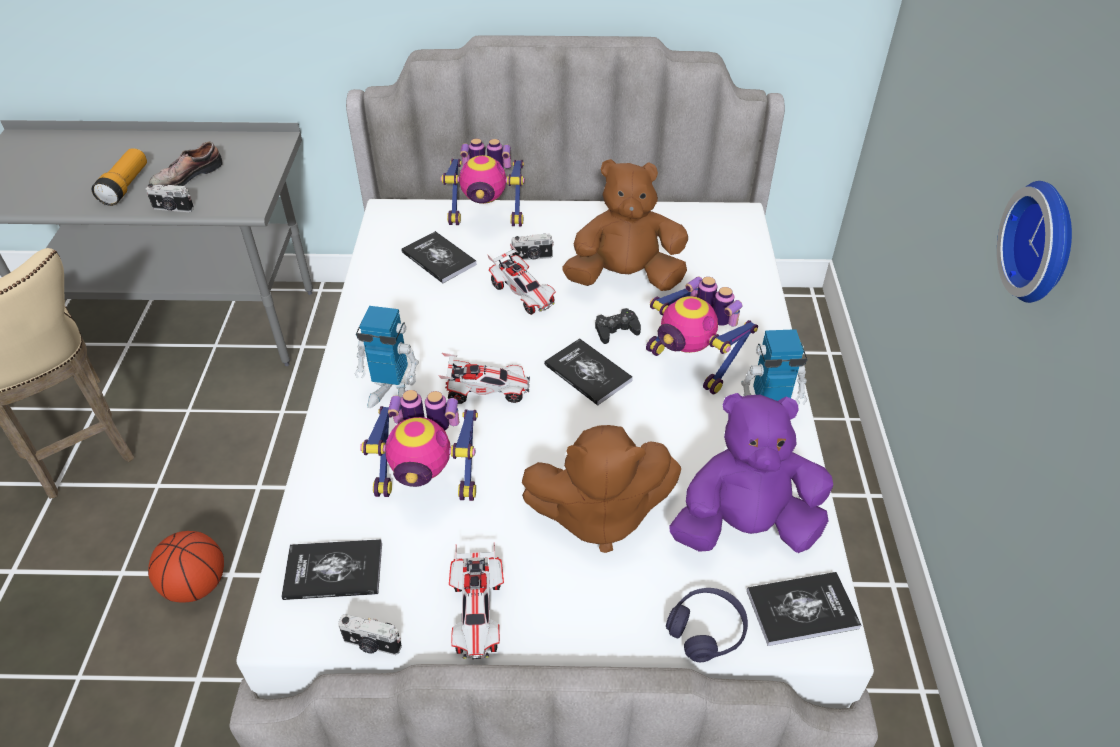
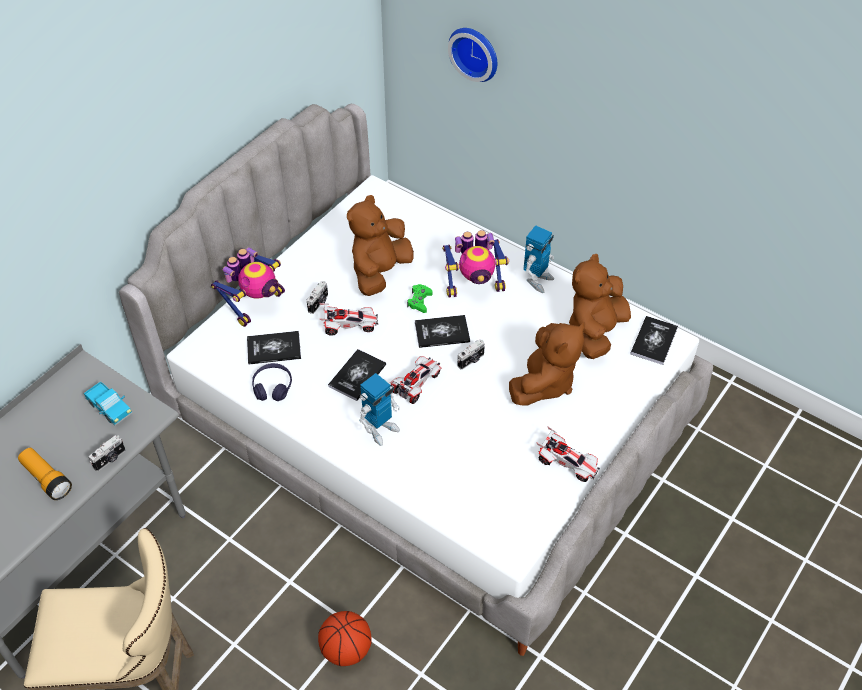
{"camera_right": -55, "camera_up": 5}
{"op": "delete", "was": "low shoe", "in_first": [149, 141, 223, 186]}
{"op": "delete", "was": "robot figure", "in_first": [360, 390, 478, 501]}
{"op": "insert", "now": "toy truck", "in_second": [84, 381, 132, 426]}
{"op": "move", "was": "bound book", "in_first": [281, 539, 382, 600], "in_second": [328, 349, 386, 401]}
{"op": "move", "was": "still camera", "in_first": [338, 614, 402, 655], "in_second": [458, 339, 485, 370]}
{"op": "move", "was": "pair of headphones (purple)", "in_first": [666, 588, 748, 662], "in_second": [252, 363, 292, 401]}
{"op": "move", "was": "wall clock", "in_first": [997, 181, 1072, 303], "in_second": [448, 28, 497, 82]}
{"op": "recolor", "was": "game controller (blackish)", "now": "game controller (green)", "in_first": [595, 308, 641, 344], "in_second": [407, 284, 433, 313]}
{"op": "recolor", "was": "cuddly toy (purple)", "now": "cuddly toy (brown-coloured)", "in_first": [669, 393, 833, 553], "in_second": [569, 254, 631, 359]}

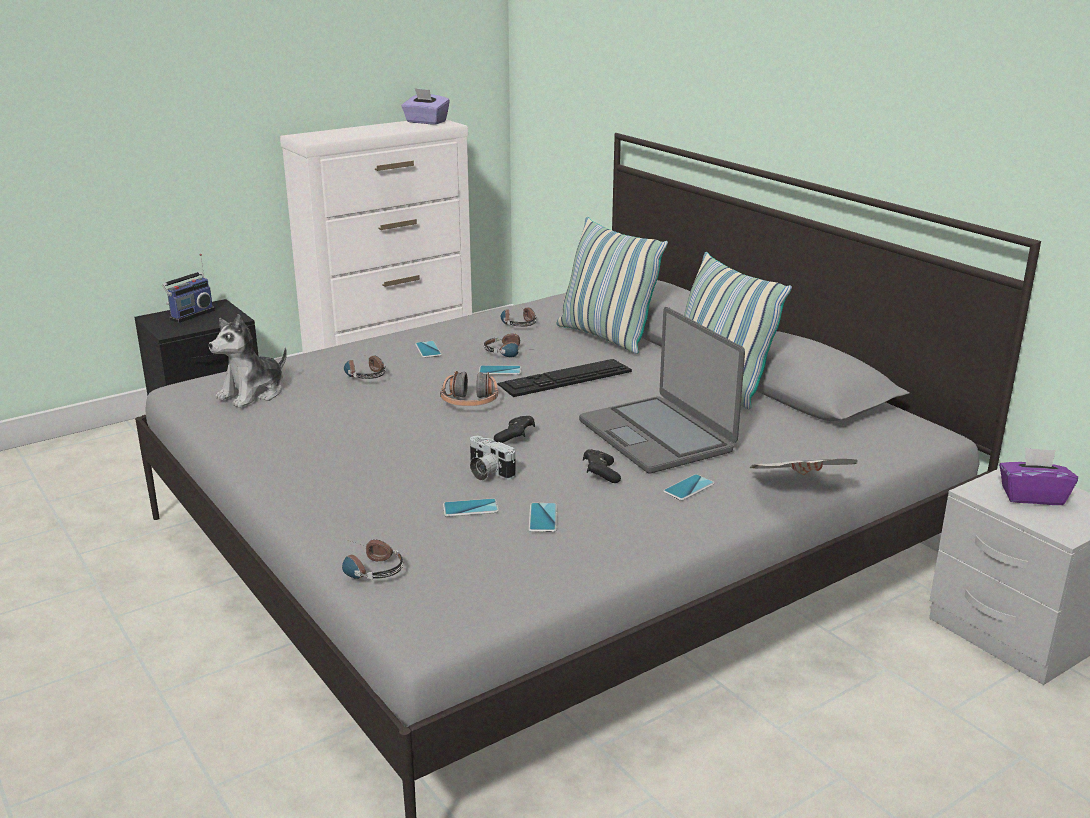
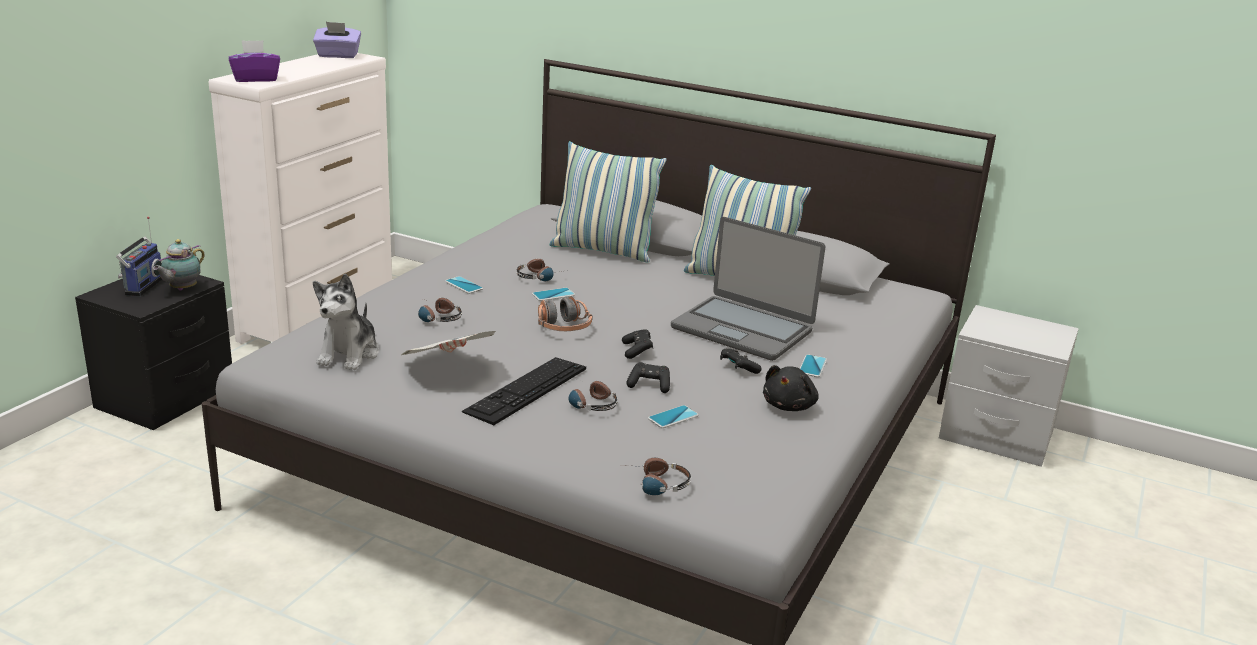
{"camera_right": -30, "camera_up": 0}
{"op": "delete", "was": "handset", "in_first": [529, 503, 557, 532]}
{"op": "insert", "now": "pot for tea", "in_second": [153, 239, 205, 290]}
{"op": "insert", "now": "cuddly toy (blackish)", "in_second": [763, 365, 819, 411]}
{"op": "move", "was": "computer keyboard", "in_first": [497, 359, 632, 397], "in_second": [462, 357, 586, 425]}
{"op": "move", "was": "pair of headphones", "in_first": [501, 307, 537, 327], "in_second": [568, 379, 617, 411]}
{"op": "move", "was": "newspaper", "in_first": [749, 459, 858, 475], "in_second": [401, 331, 496, 355]}
{"op": "move", "was": "tissue box (purple)", "in_first": [999, 447, 1078, 505], "in_second": [228, 40, 280, 82]}
{"op": "replace", "was": "still camera", "now": "game controller (blackish)", "in_first": [470, 436, 516, 481], "in_second": [627, 362, 670, 393]}

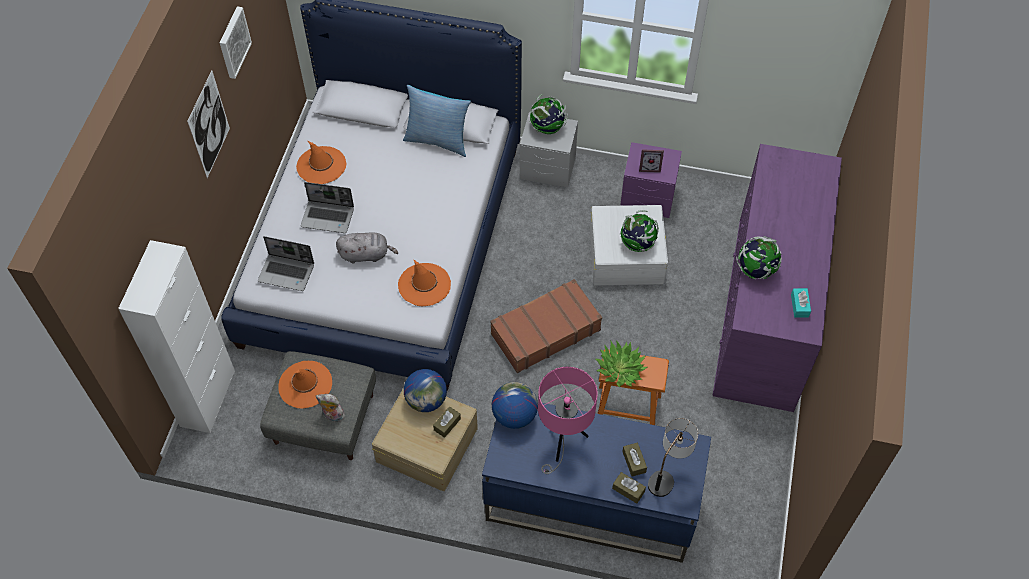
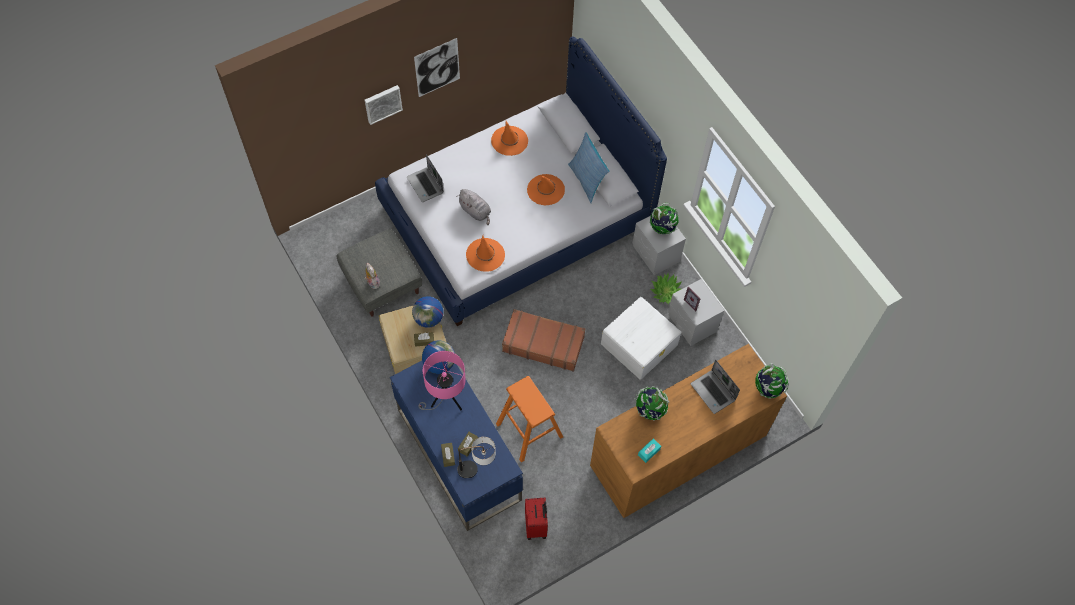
{"camera_right": 45, "camera_up": 5}
{"op": "delete", "was": "storage cabinet (white-coloured)", "in_first": [118, 240, 235, 433]}
{"op": "insert", "now": "piece of luggage (red)", "in_second": [525, 497, 548, 540]}
{"op": "move", "was": "wall art", "in_first": [220, 6, 252, 79], "in_second": [365, 85, 403, 125]}
{"op": "move", "was": "wearable hat (orangey)", "in_first": [278, 361, 332, 409], "in_second": [527, 174, 565, 206]}
{"op": "move", "was": "notebook computer", "in_first": [301, 182, 354, 233], "in_second": [691, 360, 740, 414]}
{"op": "move", "was": "potted plant", "in_first": [595, 340, 647, 387], "in_second": [650, 273, 682, 304]}
{"op": "move", "was": "globe", "in_first": [620, 210, 659, 252], "in_second": [755, 363, 789, 399]}
{"op": "recolor", "was": "bedside table (purple)", "now": "bedside table (greyish)", "in_first": [620, 142, 682, 218], "in_second": [668, 279, 724, 346]}
{"op": "recolor", "was": "dresser (purple)", "now": "dresser (brown-coloured)", "in_first": [713, 144, 842, 412], "in_second": [590, 344, 787, 518]}

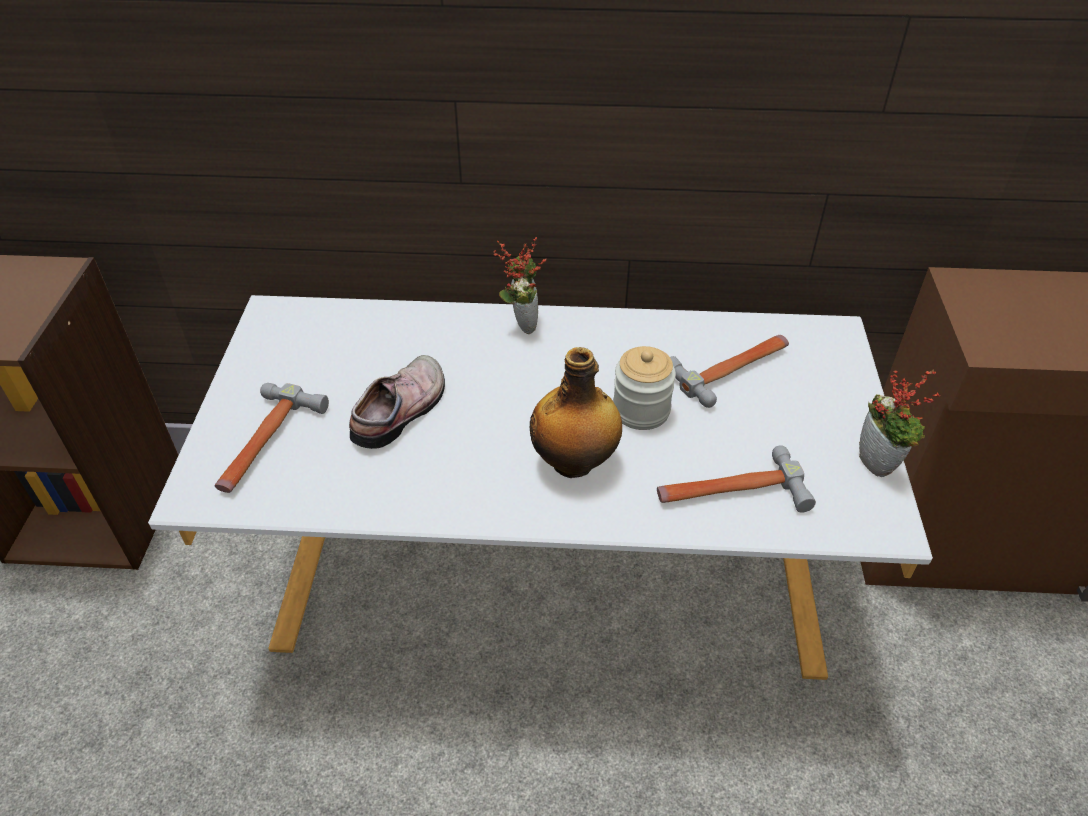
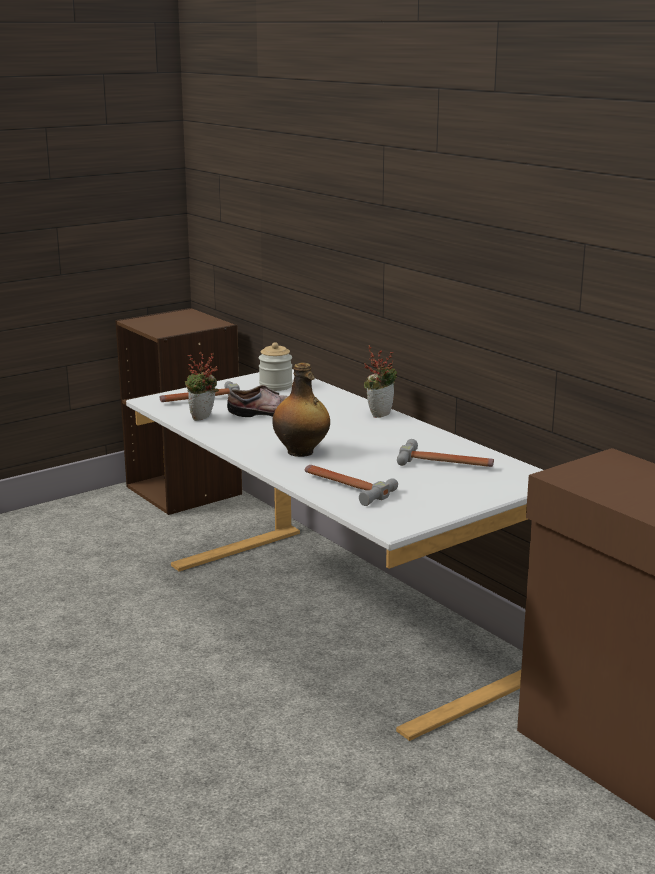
{"camera_right": 50, "camera_up": -25}
{"op": "move", "was": "jar", "in_first": [613, 346, 676, 430], "in_second": [259, 342, 293, 391]}
{"op": "move", "was": "potted plant", "in_first": [859, 370, 940, 477], "in_second": [185, 352, 219, 421]}

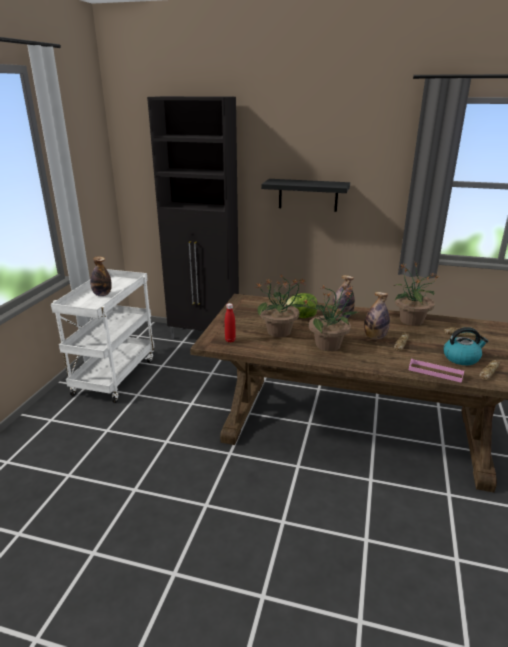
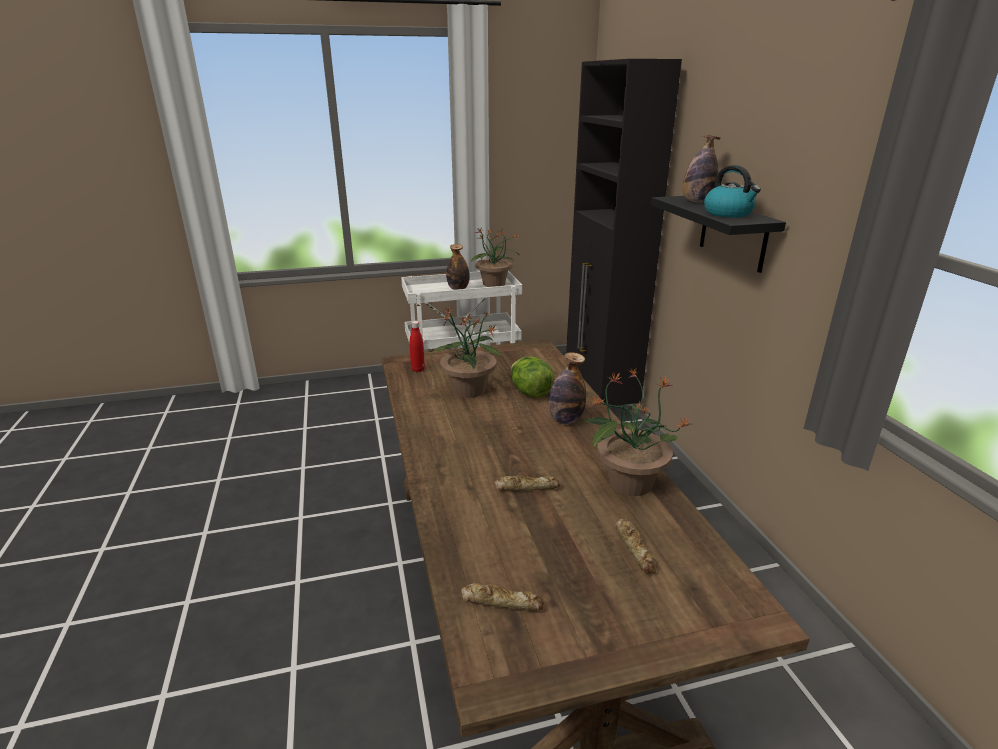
{"camera_right": 60, "camera_up": 0}
{"op": "delete", "was": "tray (pink-coloured)", "in_first": [409, 359, 464, 383]}
{"op": "move", "was": "potted plant", "in_first": [304, 285, 360, 351], "in_second": [471, 228, 520, 287]}
{"op": "move", "was": "bottle", "in_first": [364, 292, 390, 339], "in_second": [683, 134, 720, 202]}
{"op": "move", "was": "kettle", "in_first": [444, 327, 488, 365], "in_second": [704, 165, 761, 218]}

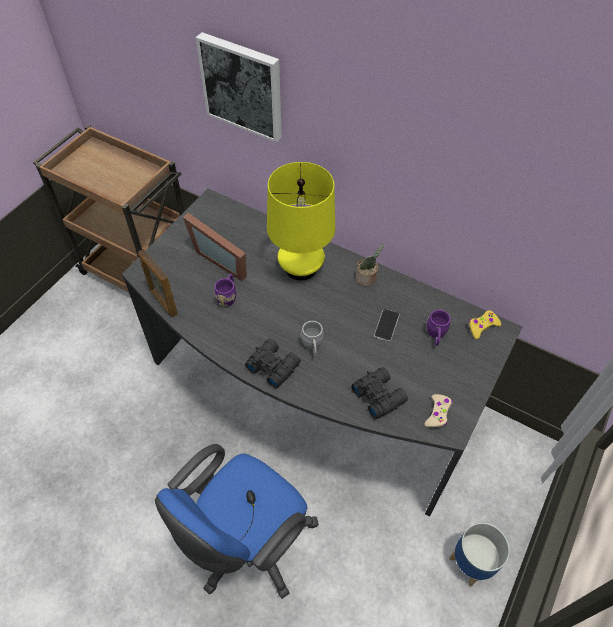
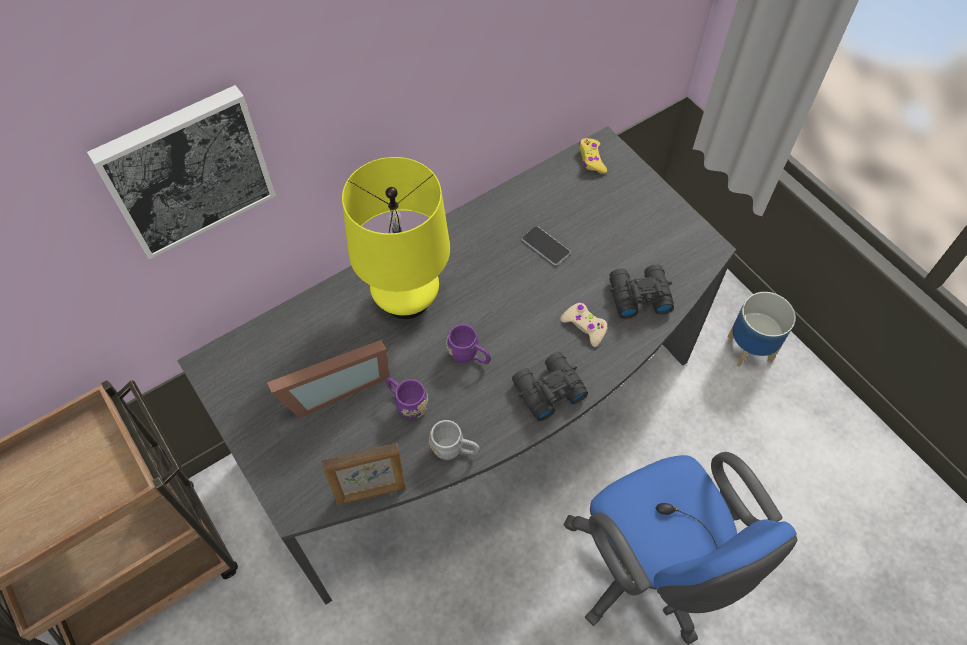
{"camera_right": -65, "camera_up": 5}
{"op": "delete", "was": "potted plant", "in_first": [356, 244, 384, 286]}
{"op": "move", "was": "coffee mug (greyish)", "in_first": [301, 321, 324, 357], "in_second": [429, 420, 480, 460]}
{"op": "move", "was": "game controller (beige-coloured)", "in_first": [425, 394, 452, 427], "in_second": [560, 302, 608, 347]}
{"op": "move", "was": "coffee mug (purple)", "in_first": [427, 310, 450, 346], "in_second": [447, 324, 491, 364]}

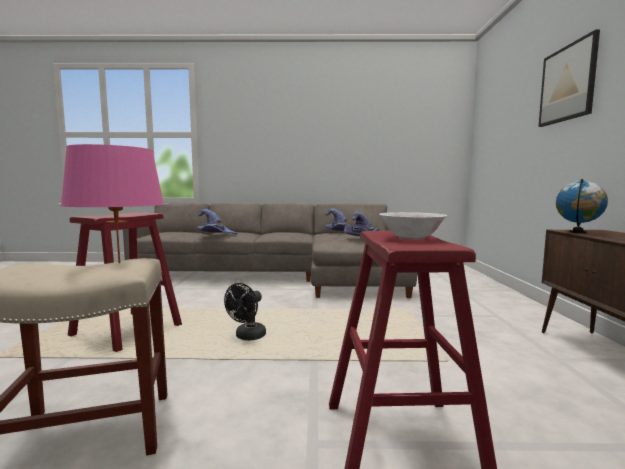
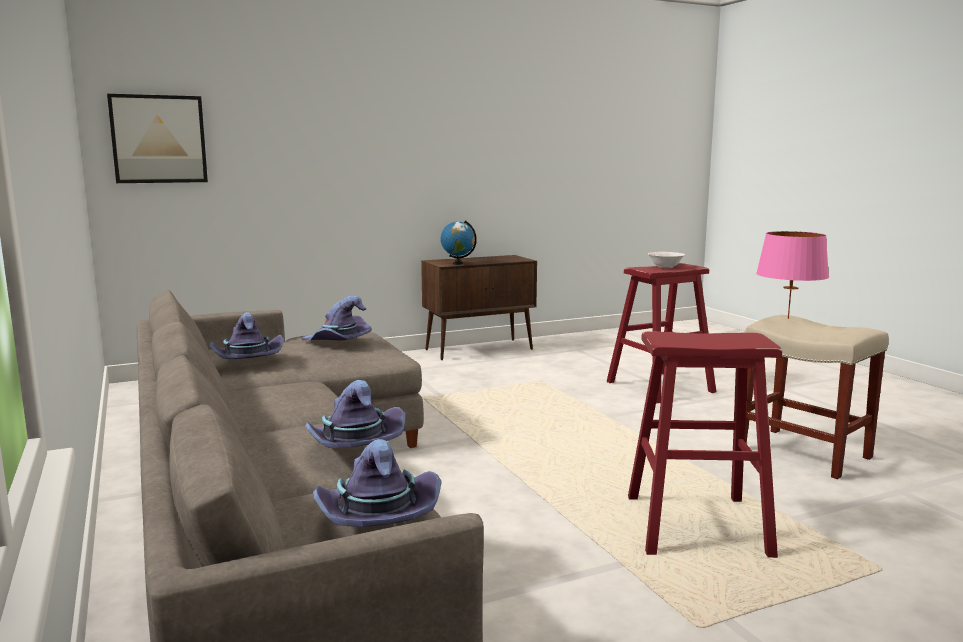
{"camera_right": -115, "camera_up": 5}
{"op": "delete", "was": "cooling fan (blackish)", "in_first": [224, 283, 266, 340]}
{"op": "insert", "now": "wearable hat (purple)", "in_second": [313, 439, 442, 527]}
{"op": "move", "was": "wall art", "in_first": [538, 29, 600, 127], "in_second": [107, 94, 208, 183]}

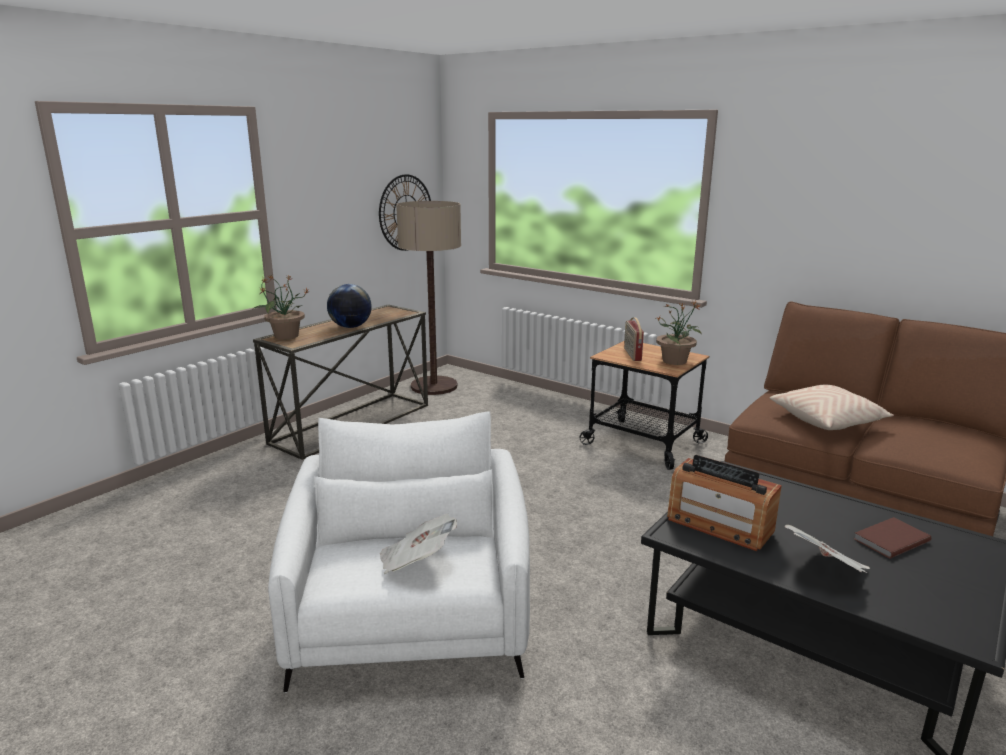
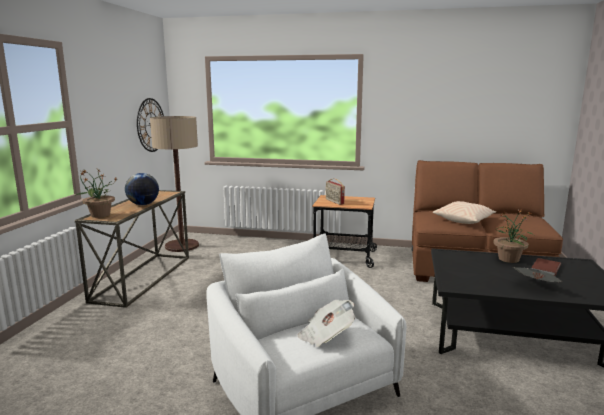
{"camera_right": -25, "camera_up": -5}
{"op": "delete", "was": "radio", "in_first": [667, 455, 782, 551]}
{"op": "move", "was": "potted plant", "in_first": [656, 301, 702, 365], "in_second": [493, 210, 535, 263]}

